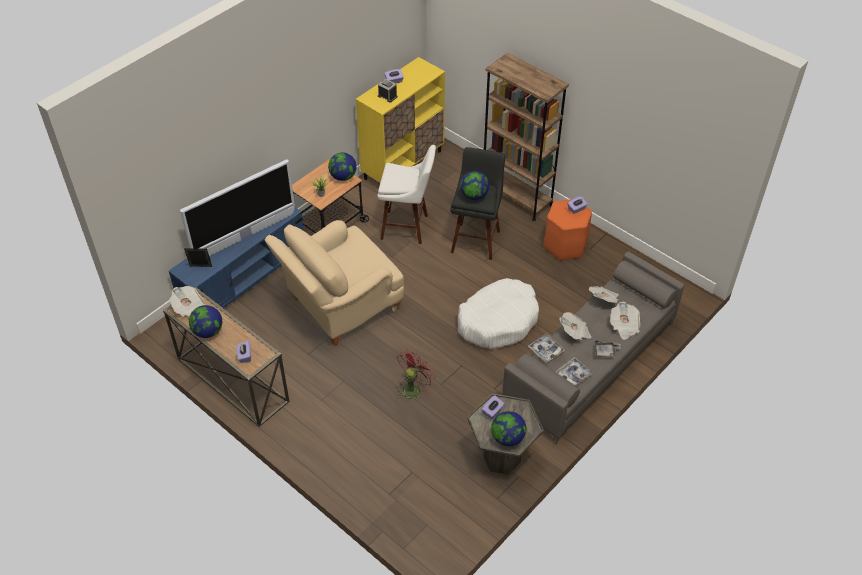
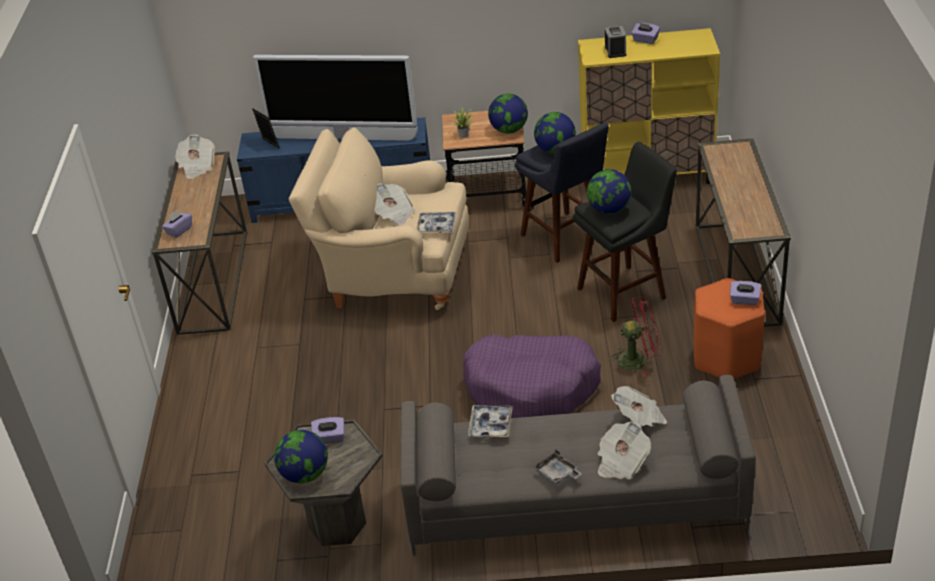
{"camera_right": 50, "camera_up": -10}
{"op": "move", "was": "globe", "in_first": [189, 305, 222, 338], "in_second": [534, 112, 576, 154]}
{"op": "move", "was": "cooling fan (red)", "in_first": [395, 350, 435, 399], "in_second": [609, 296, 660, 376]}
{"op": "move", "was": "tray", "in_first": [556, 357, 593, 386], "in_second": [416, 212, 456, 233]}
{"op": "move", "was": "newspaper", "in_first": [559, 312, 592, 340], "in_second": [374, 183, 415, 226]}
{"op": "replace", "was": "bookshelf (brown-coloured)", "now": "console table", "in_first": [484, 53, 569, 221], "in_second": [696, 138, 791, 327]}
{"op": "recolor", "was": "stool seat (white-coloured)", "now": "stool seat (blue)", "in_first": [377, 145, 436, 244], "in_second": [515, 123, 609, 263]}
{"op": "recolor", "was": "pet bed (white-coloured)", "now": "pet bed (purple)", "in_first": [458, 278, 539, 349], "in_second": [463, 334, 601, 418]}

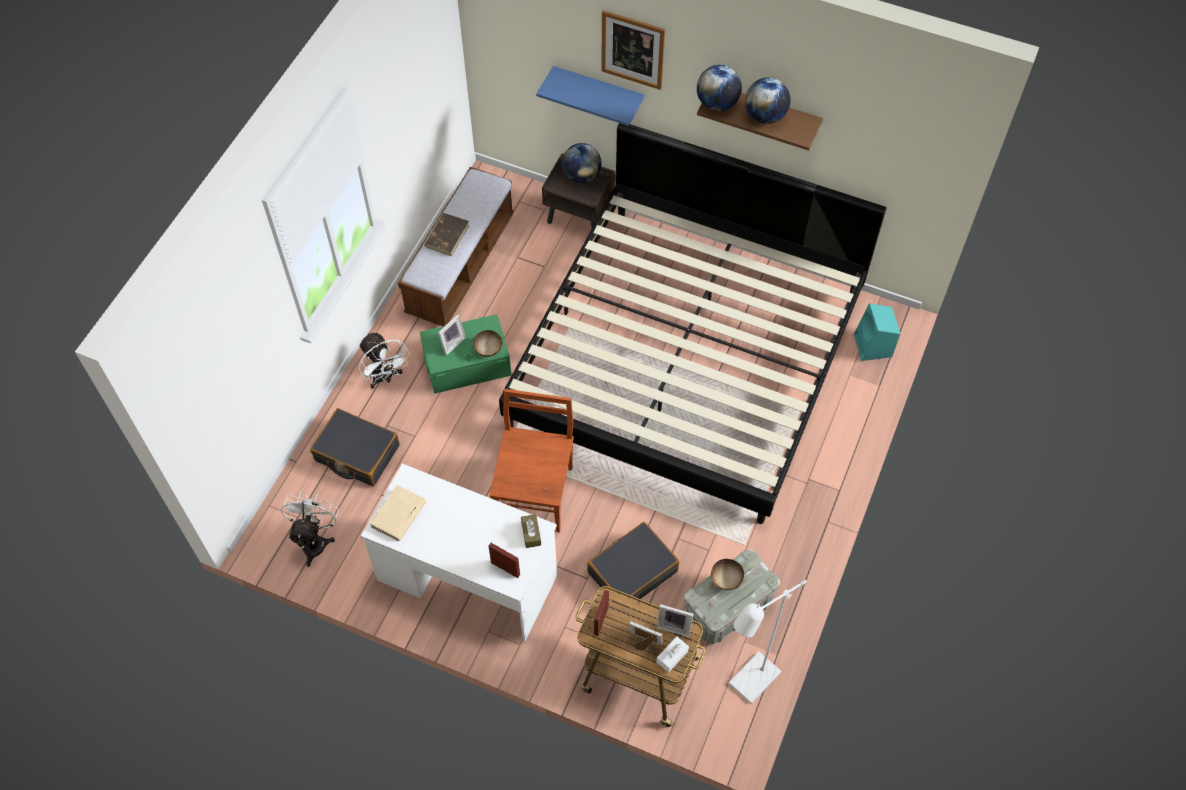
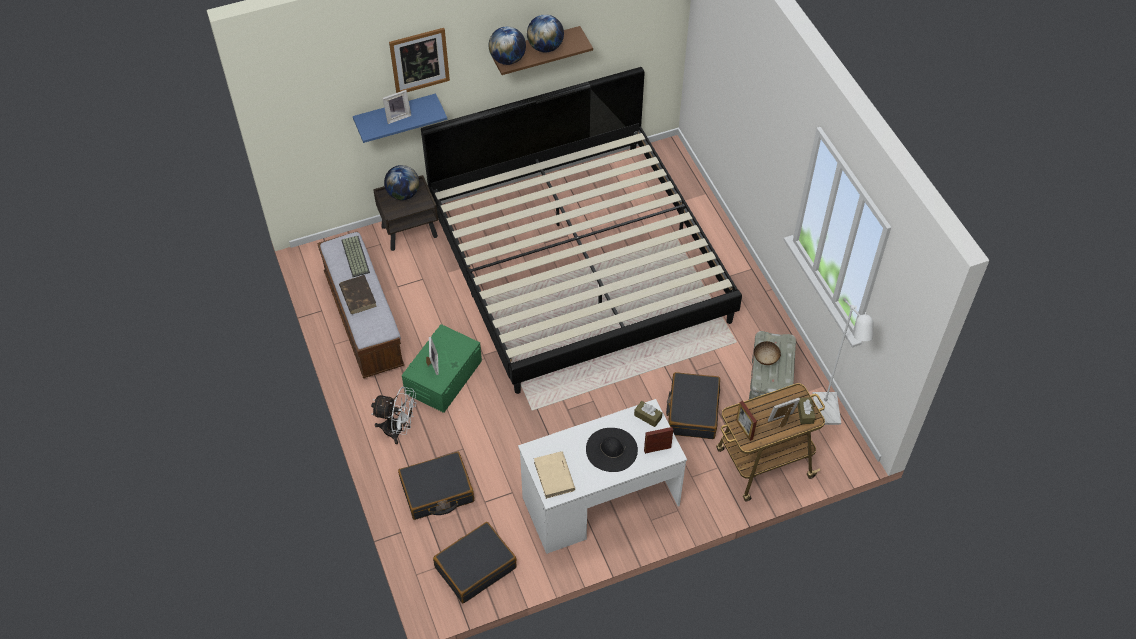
{"camera_right": -45, "camera_up": -5}
{"op": "delete", "was": "serving bowl", "in_first": [473, 330, 503, 357]}
{"op": "delete", "was": "chair (brown-coloured)", "in_first": [489, 389, 574, 533]}
{"op": "delete", "was": "speaker (turquoise)", "in_first": [854, 303, 900, 361]}
{"op": "insert", "now": "computer keyboard", "in_second": [341, 236, 370, 277]}
{"op": "insert", "now": "wearable hat (blackish)", "in_second": [586, 428, 638, 472]}
{"op": "move", "was": "photo frame", "in_first": [656, 604, 694, 637], "in_second": [382, 90, 411, 124]}
{"op": "replace", "was": "cooling fan (white-coloured)", "now": "piece of luggage (blackish)", "in_first": [281, 491, 339, 567], "in_second": [433, 522, 517, 603]}
{"op": "recolor", "was": "tissue box (white-coloured)", "now": "tissue box (brown-coloured)", "in_first": [656, 636, 689, 673], "in_second": [797, 397, 815, 424]}

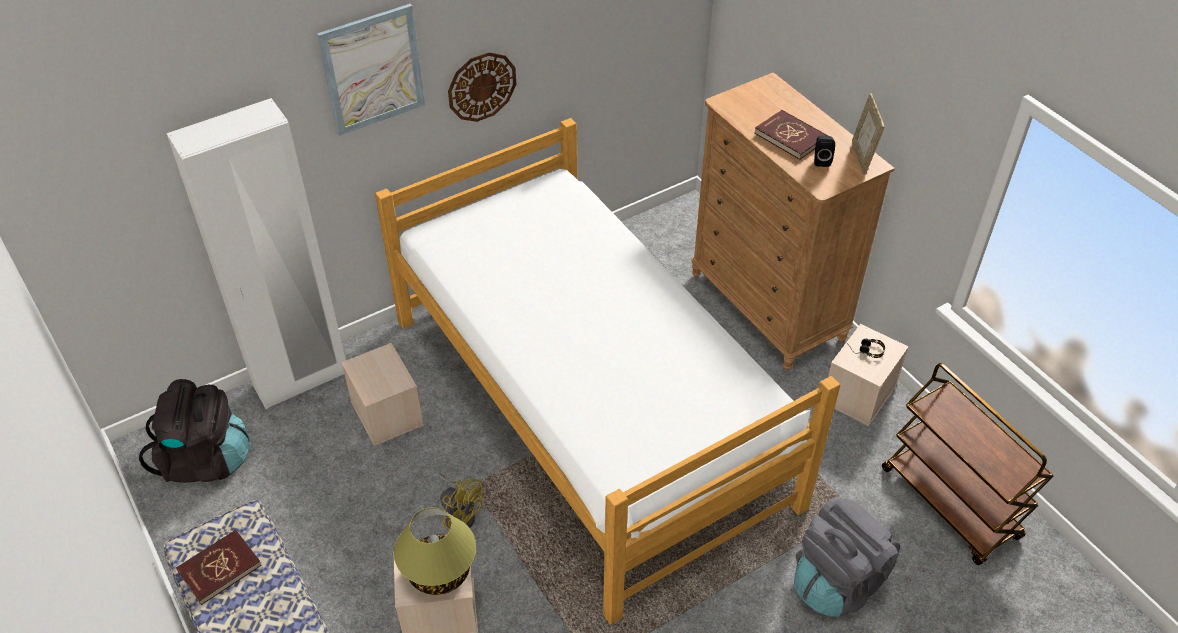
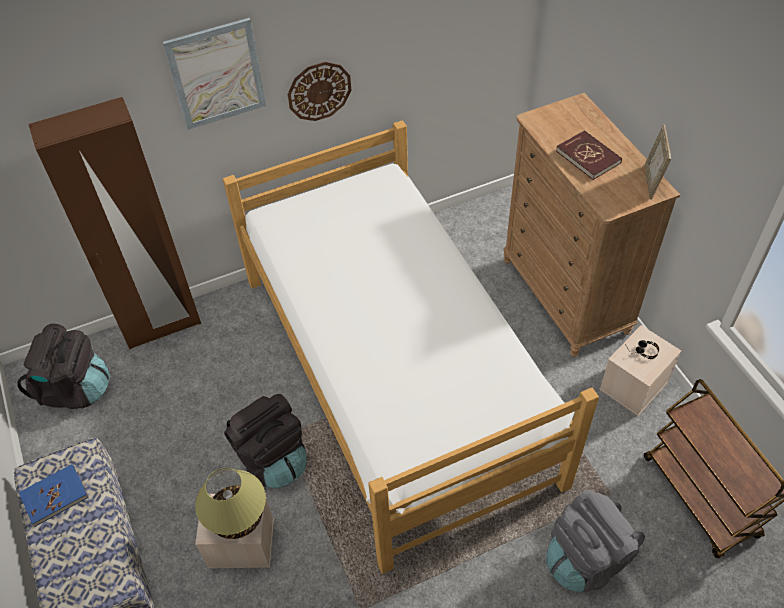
{"camera_right": 10, "camera_up": 5}
{"op": "delete", "was": "storage box (beige-coloured)", "in_first": [341, 343, 424, 446]}
{"op": "delete", "was": "speaker (blackish)", "in_first": [814, 135, 835, 167]}
{"op": "replace", "was": "cooling fan (yellowish)", "now": "rucksack (blackish)", "in_first": [438, 473, 483, 530], "in_second": [224, 394, 307, 488]}
{"op": "recolor", "was": "clothes cupboard (white-coloured)", "now": "clothes cupboard (brown-coloured)", "in_first": [166, 98, 346, 409], "in_second": [28, 97, 201, 349]}
{"op": "recolor", "was": "bound book (red)", "now": "bound book (blue)", "in_first": [176, 530, 262, 605], "in_second": [19, 464, 89, 527]}

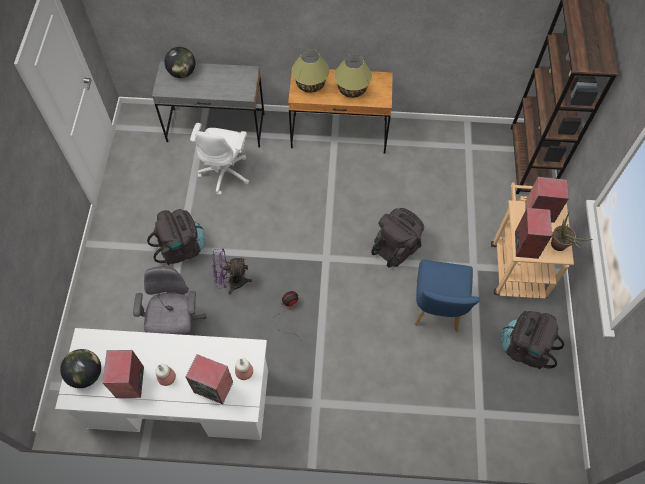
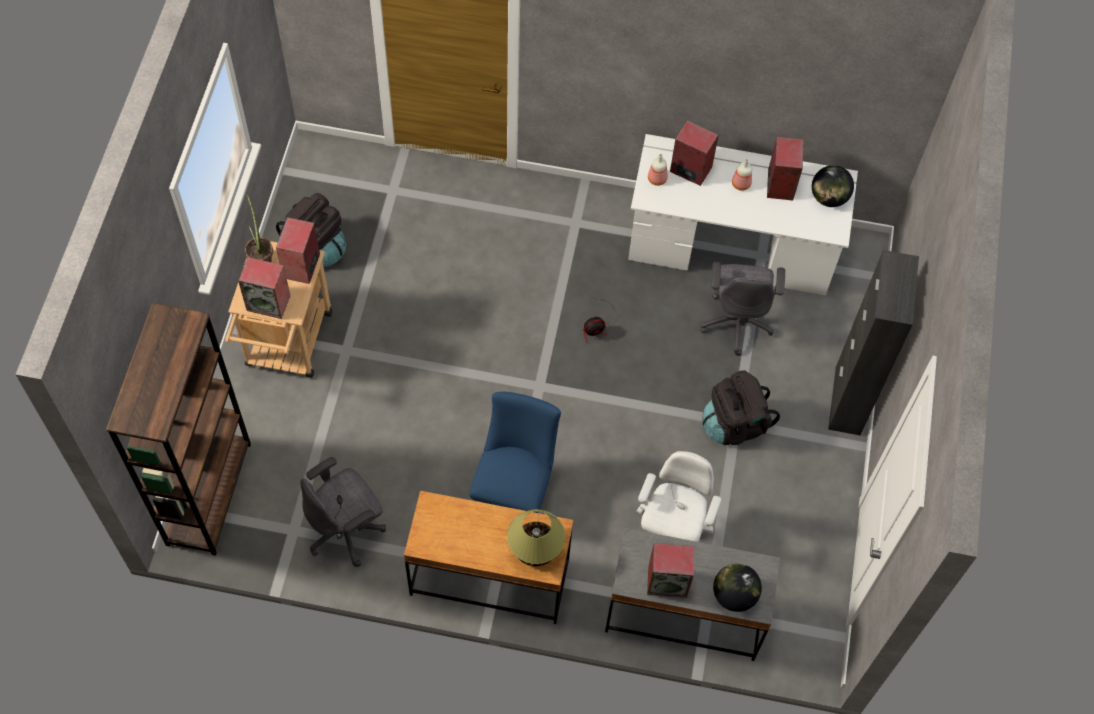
{"camera_right": -175, "camera_up": 0}
{"op": "delete", "was": "cooling fan (purple)", "in_first": [212, 249, 252, 294]}
{"op": "delete", "was": "table lamp", "in_first": [334, 54, 372, 98]}
{"op": "delete", "was": "rucksack (blackish)", "in_first": [371, 208, 424, 268]}
{"op": "insert", "now": "desk chair (greyish)", "in_second": [300, 457, 386, 567]}
{"op": "insert", "now": "speaker", "in_second": [647, 543, 695, 598]}
{"op": "insert", "now": "storage cabinet (blackish)", "in_second": [828, 250, 919, 435]}
{"op": "move", "was": "chair (blue)", "in_first": [414, 260, 480, 332], "in_second": [469, 392, 561, 513]}

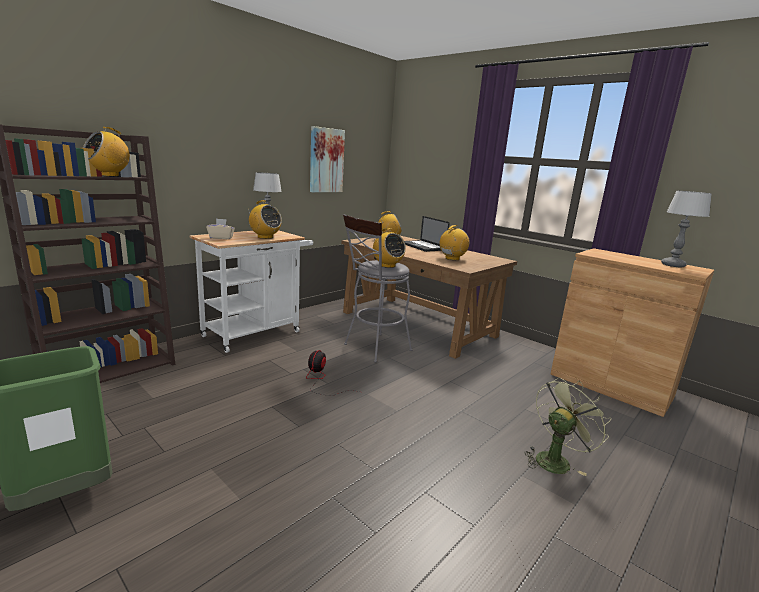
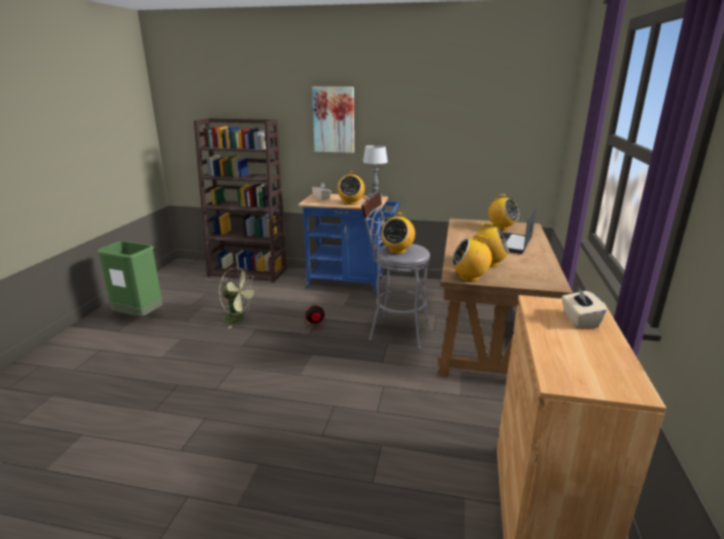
{"camera_right": 60, "camera_up": 5}
{"op": "delete", "was": "table lamp", "in_first": [661, 190, 712, 267]}
{"op": "insert", "now": "tissue box (beige-coloured)", "in_second": [562, 287, 607, 328]}
{"op": "move", "was": "radio", "in_first": [83, 127, 130, 177], "in_second": [451, 235, 492, 282]}
{"op": "move", "was": "wall art", "in_first": [310, 126, 345, 192], "in_second": [312, 87, 354, 153]}
{"op": "move", "was": "cooling fan (green)", "in_first": [524, 377, 611, 476], "in_second": [219, 267, 255, 329]}
{"op": "recolor", "was": "trolley (white-coloured)", "now": "trolley (blue)", "in_first": [190, 230, 313, 353], "in_second": [298, 193, 400, 294]}

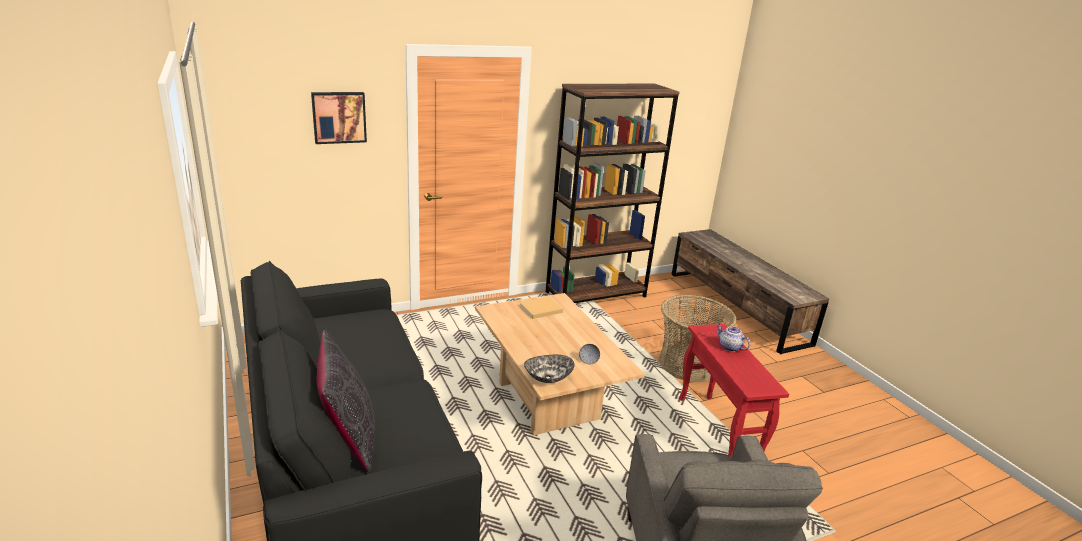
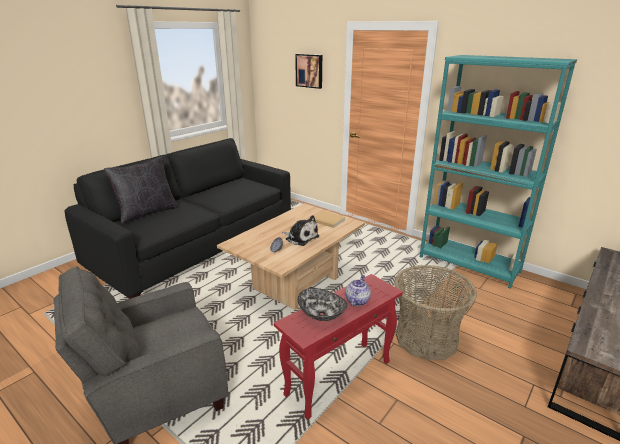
{"camera_right": 65, "camera_up": 0}
{"op": "insert", "now": "cuddly toy", "in_second": [282, 215, 319, 246]}
{"op": "move", "was": "serving bowl", "in_first": [524, 355, 574, 383], "in_second": [298, 288, 347, 321]}
{"op": "recolor", "was": "bookshelf (brown-coloured)", "now": "bookshelf (turquoise)", "in_first": [545, 84, 679, 303], "in_second": [420, 55, 577, 289]}

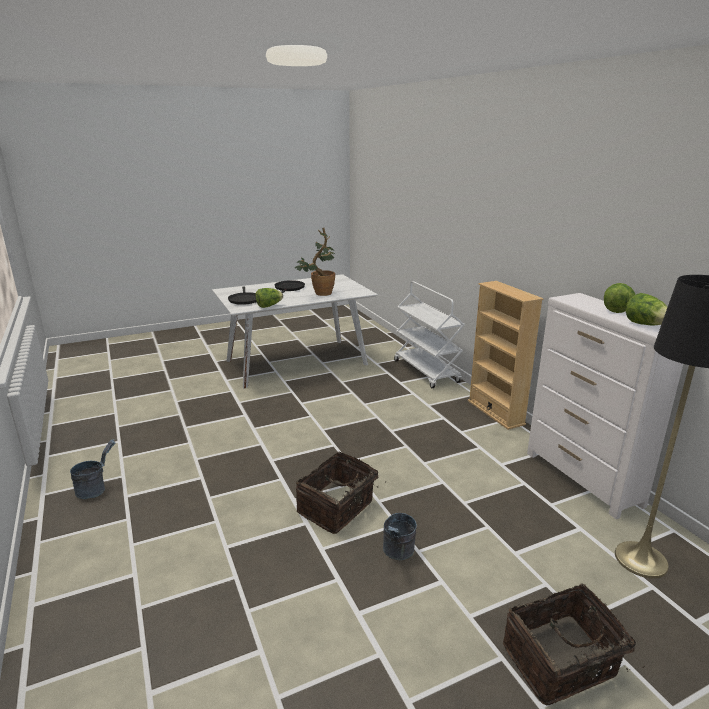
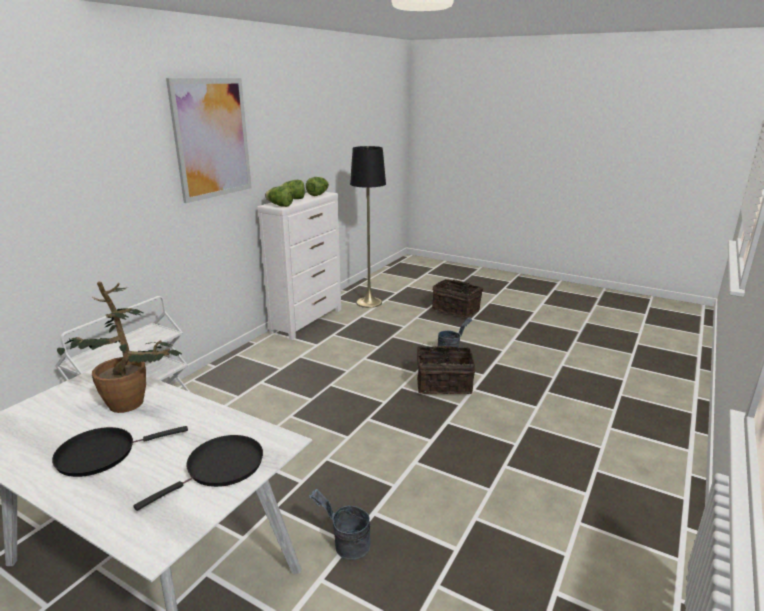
{"camera_right": -125, "camera_up": 0}
{"op": "delete", "was": "bookshelf (beige-coloured)", "in_first": [468, 281, 544, 430]}
{"op": "insert", "now": "wall art", "in_second": [166, 78, 252, 203]}
{"op": "move", "was": "pail (greyish)", "in_first": [70, 439, 116, 499], "in_second": [309, 489, 371, 560]}
{"op": "move", "was": "head of lettuce", "in_first": [255, 288, 283, 308], "in_second": [265, 186, 293, 207]}

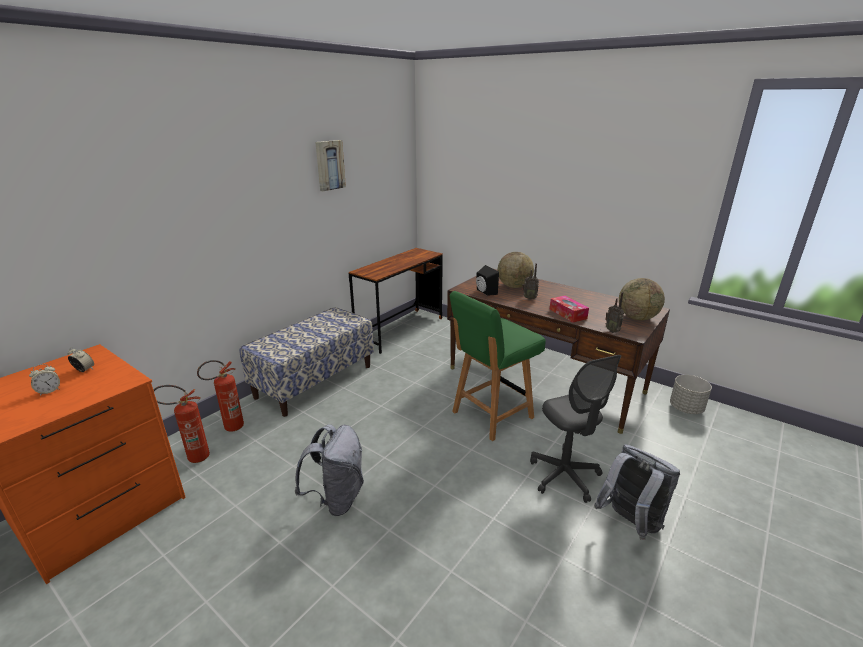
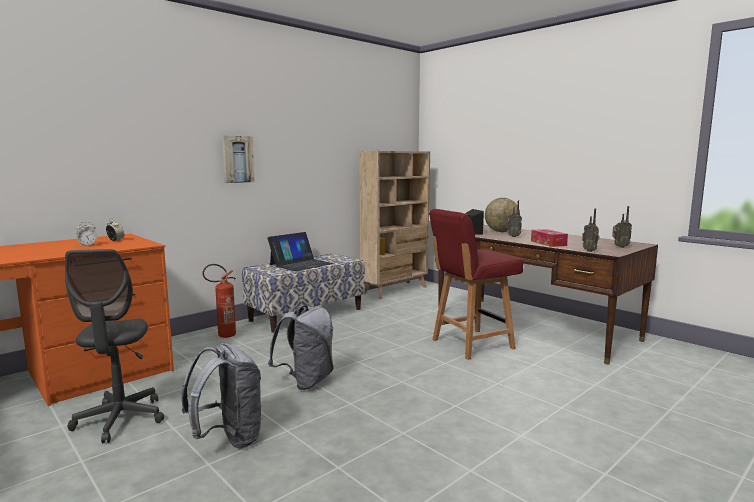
{"camera_right": 10, "camera_up": -15}
{"op": "delete", "was": "extinguisher", "in_first": [153, 385, 210, 463]}
{"op": "delete", "was": "flower pot (greyish)", "in_first": [670, 375, 712, 414]}
{"op": "insert", "now": "notebook computer", "in_second": [267, 232, 334, 271]}
{"op": "move", "was": "wall art", "in_first": [315, 140, 346, 191], "in_second": [222, 135, 254, 183]}
{"op": "move", "was": "desk chair (greyish)", "in_first": [530, 355, 621, 503], "in_second": [65, 249, 164, 443]}
{"op": "move", "was": "rucksack (greyish)", "in_first": [594, 444, 680, 540], "in_second": [181, 343, 262, 448]}
{"op": "replace", "was": "desk table (brown-coloured)", "now": "bookshelf (beige-coloured)", "in_first": [349, 248, 443, 354], "in_second": [359, 151, 430, 299]}
{"op": "replace", "was": "globe", "now": "radio", "in_first": [619, 278, 665, 320], "in_second": [612, 206, 632, 248]}
{"op": "recolor", "was": "chair (green)", "now": "chair (red)", "in_first": [450, 291, 546, 441], "in_second": [429, 209, 523, 360]}

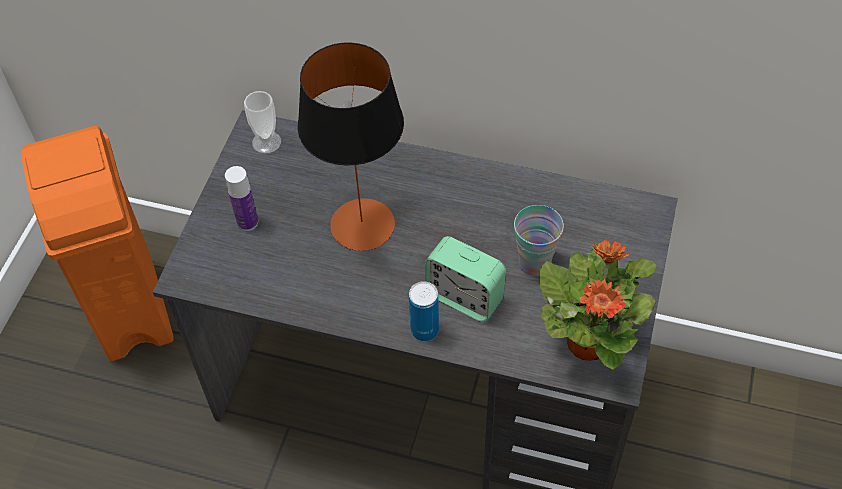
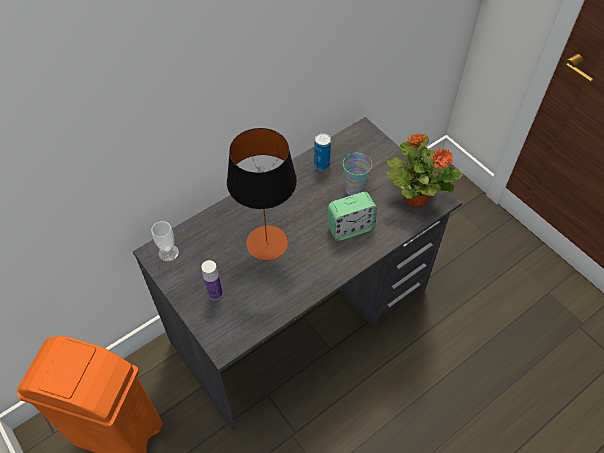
{"camera_right": -55, "camera_up": 0}
{"op": "move", "was": "metal can", "in_first": [409, 281, 439, 341], "in_second": [314, 133, 331, 170]}

